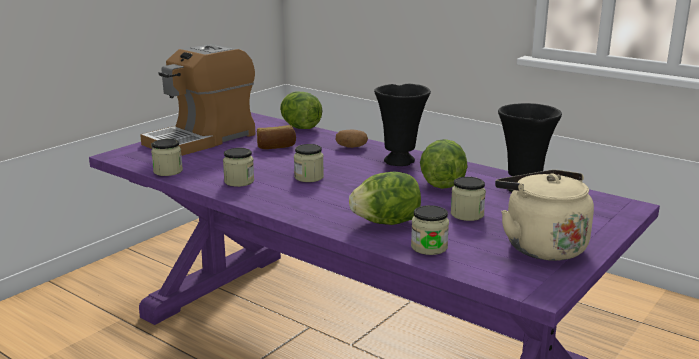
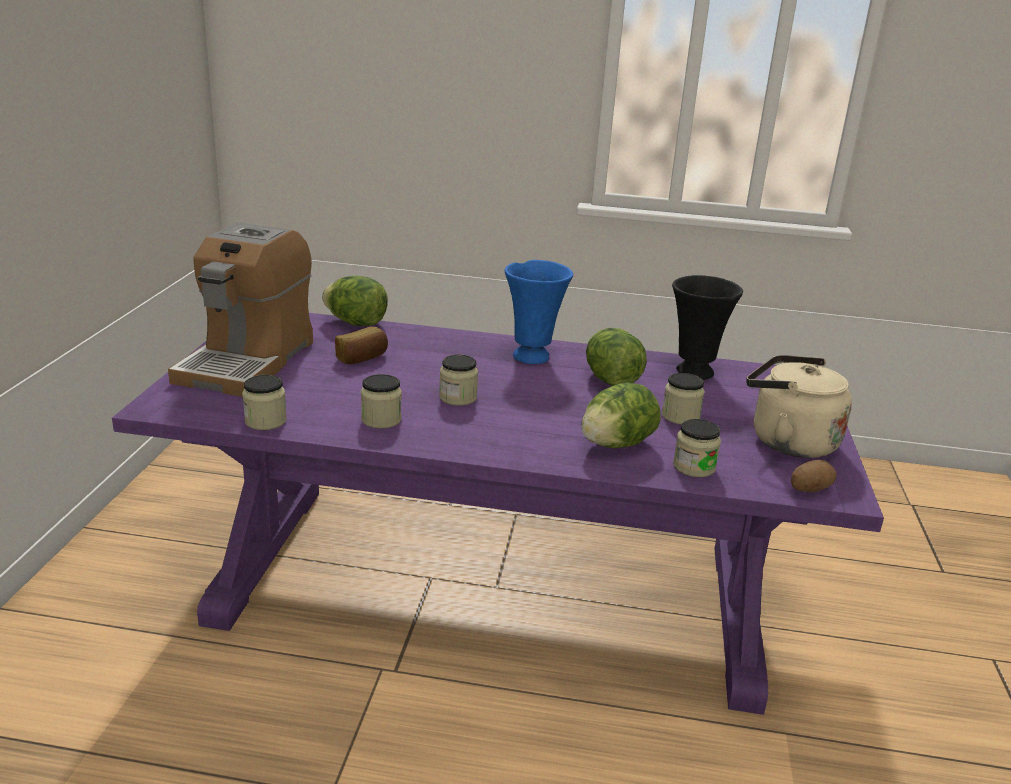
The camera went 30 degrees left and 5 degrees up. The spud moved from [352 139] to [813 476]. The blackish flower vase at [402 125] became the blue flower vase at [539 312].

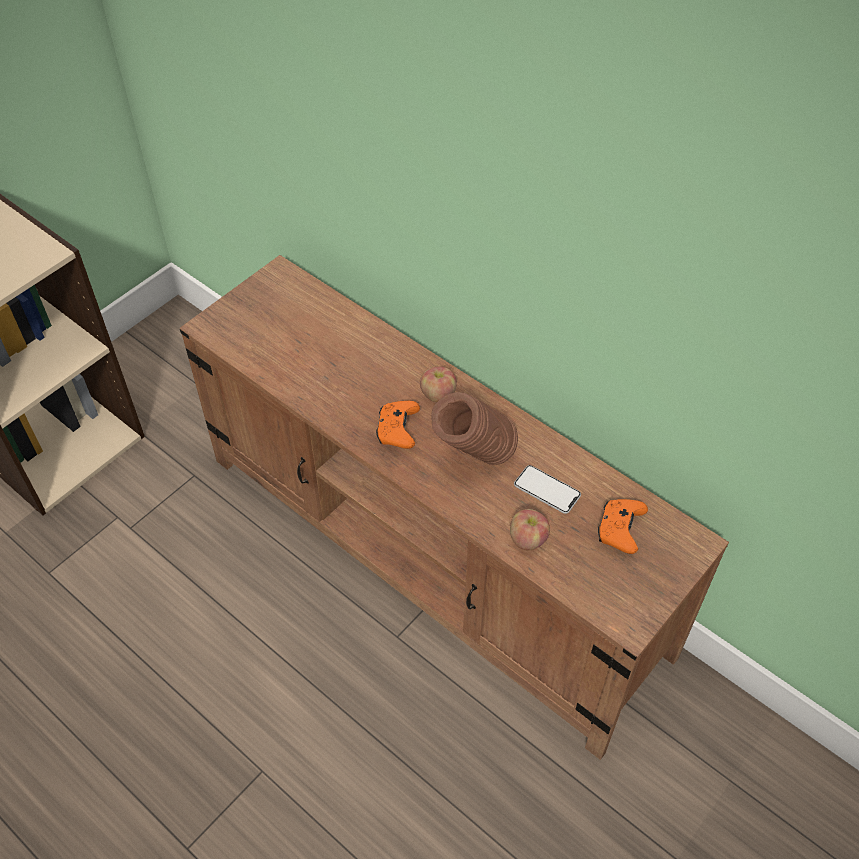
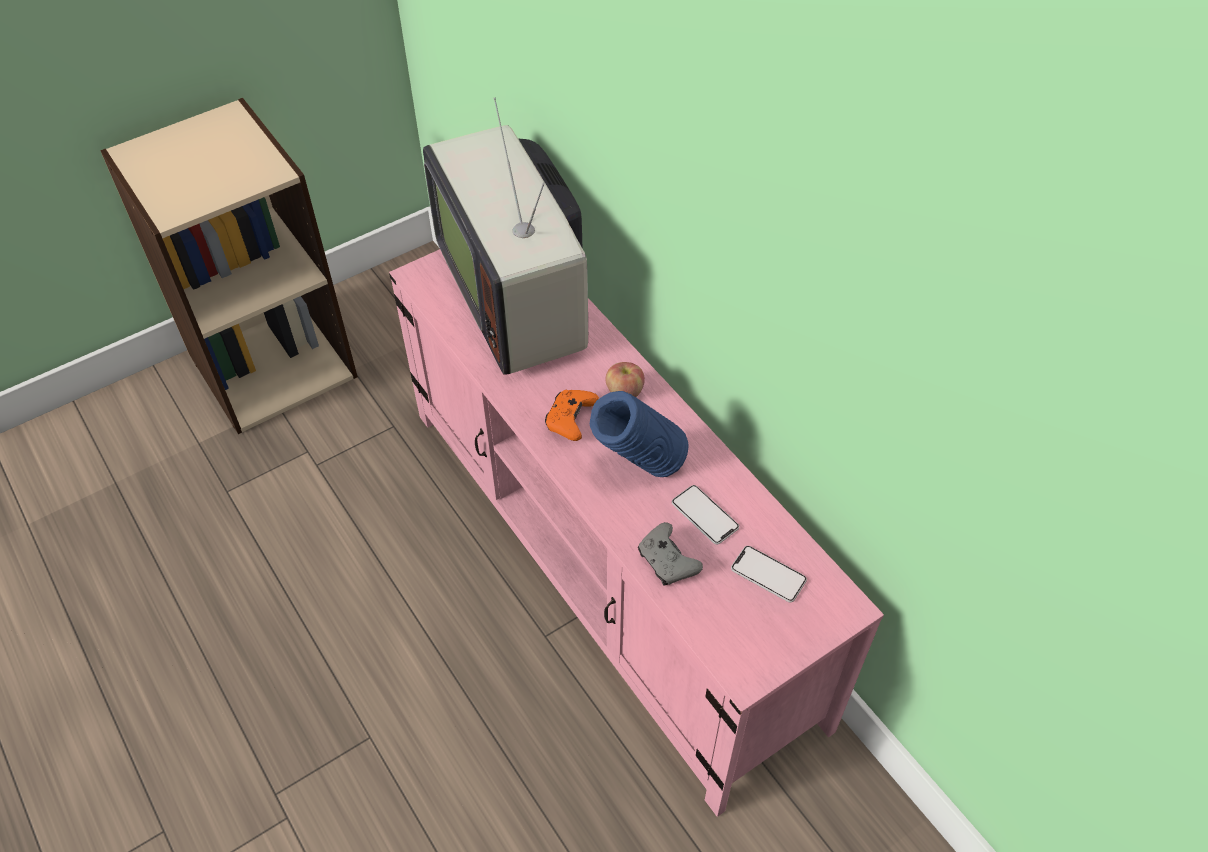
The camera went 15 degrees right and 0 degrees up. The brownish tv stand at [454 507] became the pinkish tv stand at [636 533]. The brownish flower vase at [474 428] became the blue flower vase at [639 434]. The apple fruit at [530 529] was replaced by the grey game controller at [670 554]. The orange-coloured game controller at [623 526] was replaced by the telephone at [769 574]. The TV set at [505 236] appeared.

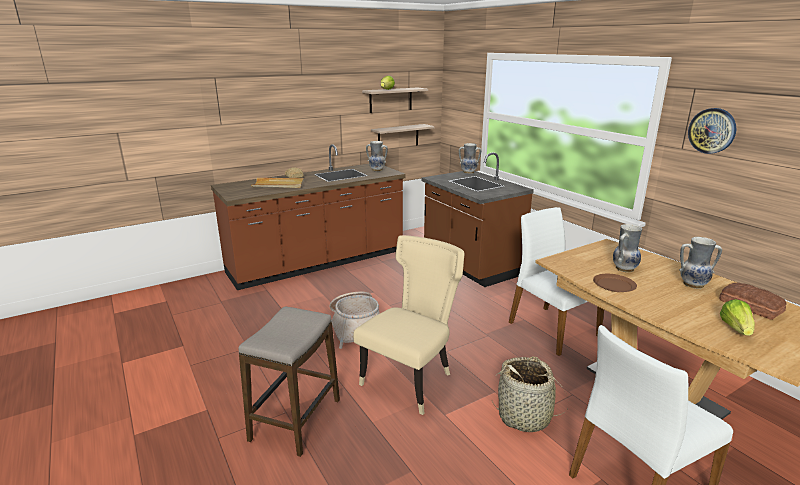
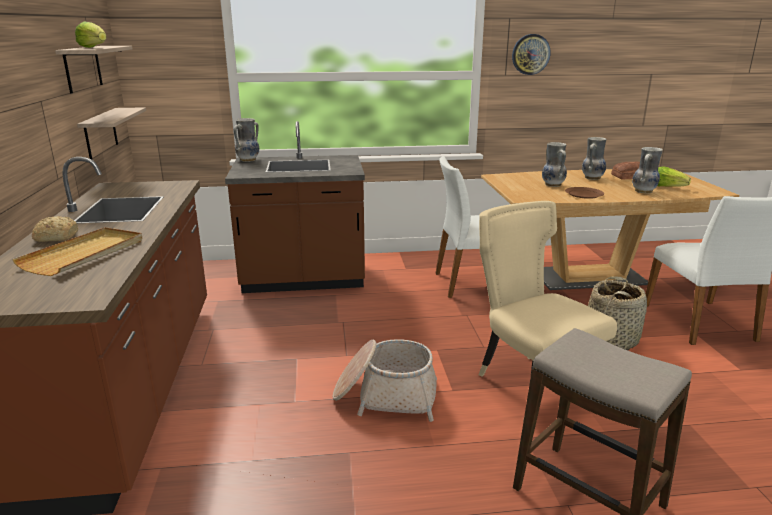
The camera went 65 degrees left and 0 degrees up. The flower vase moved from [377 156] to [647 170].

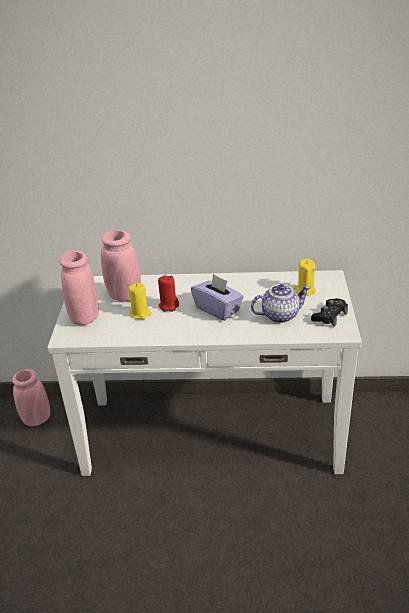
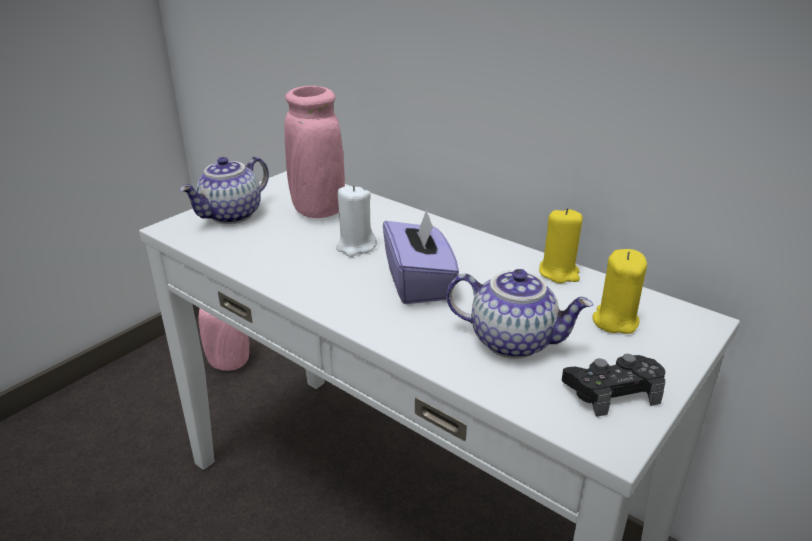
The camera went 35 degrees right and 5 degrees down. The pinkish flower vase at [79 287] was replaced by the pot for tea at [224 190]. The yellow-coloured candle moved from [140 301] to [561 245]. The reddish candle at [168 293] became the whitish candle at [356 221].

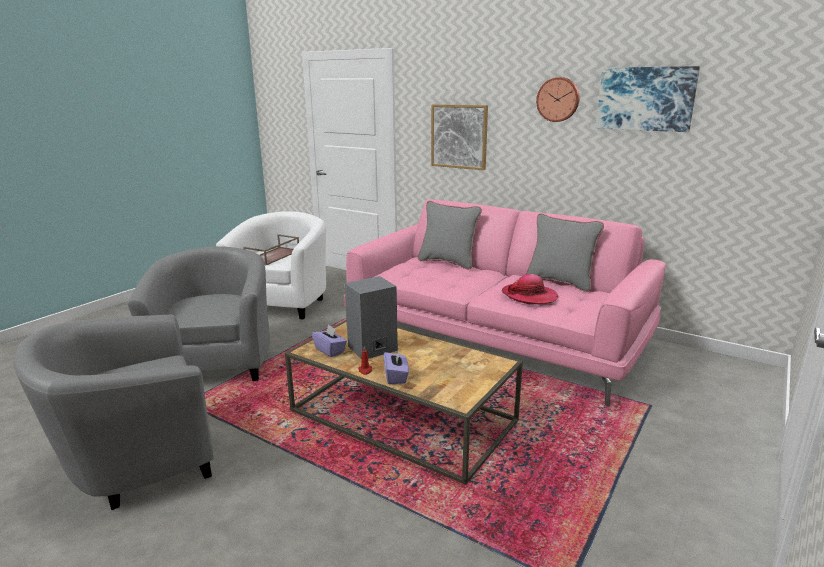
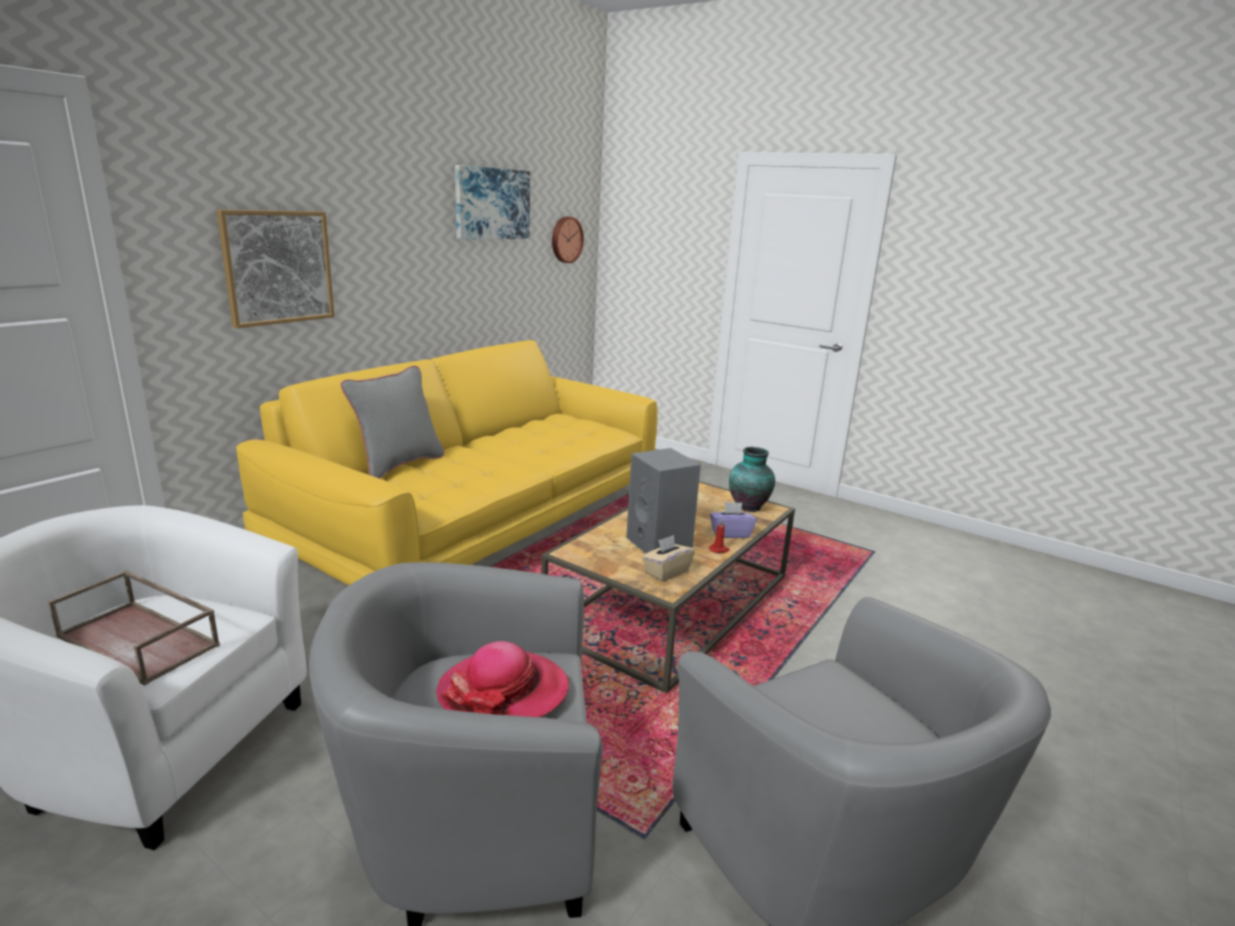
The camera went 90 degrees left and 0 degrees up. The purplish tissue holder at [329 341] became the sand-coloured tissue holder at [668 558]. The pinkish settee at [505 303] became the yellow-coloured settee at [447 463]. The hat moved from [530 289] to [502 679]. The grey throw pillow at [565 253] disappeared. The clock on the wall moved from [557 99] to [568 239]. The flower vase at [752 479] appeared.

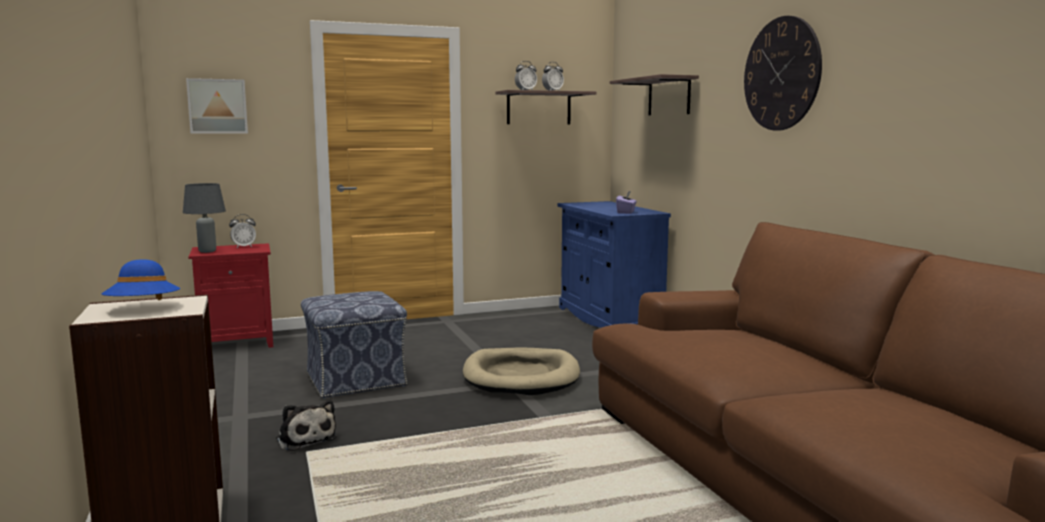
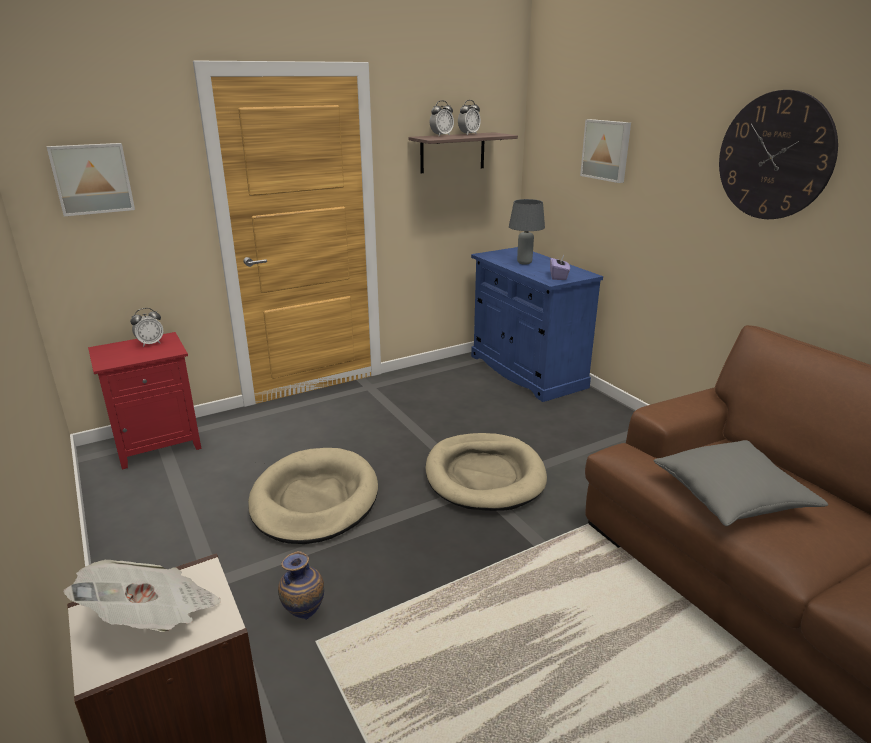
The camera went 10 degrees left and 15 degrees up. The blue hat at [141 279] was replaced by the daily paper at [142 596]. The grey tabletop lamp moved from [204 218] to [527 232]. The soft toy at [306 425] was replaced by the flower vase at [301 585]. The pouffe at [354 345] was replaced by the sand-coloured pet bed at [313 496]. The shelf at [654 94] was replaced by the picture at [605 151]. The grey throw pillow at [741 483] appeared.

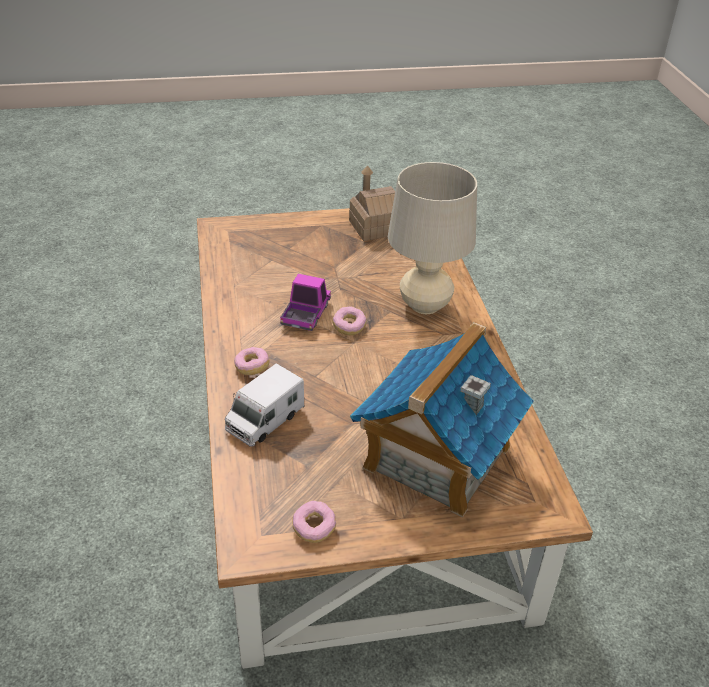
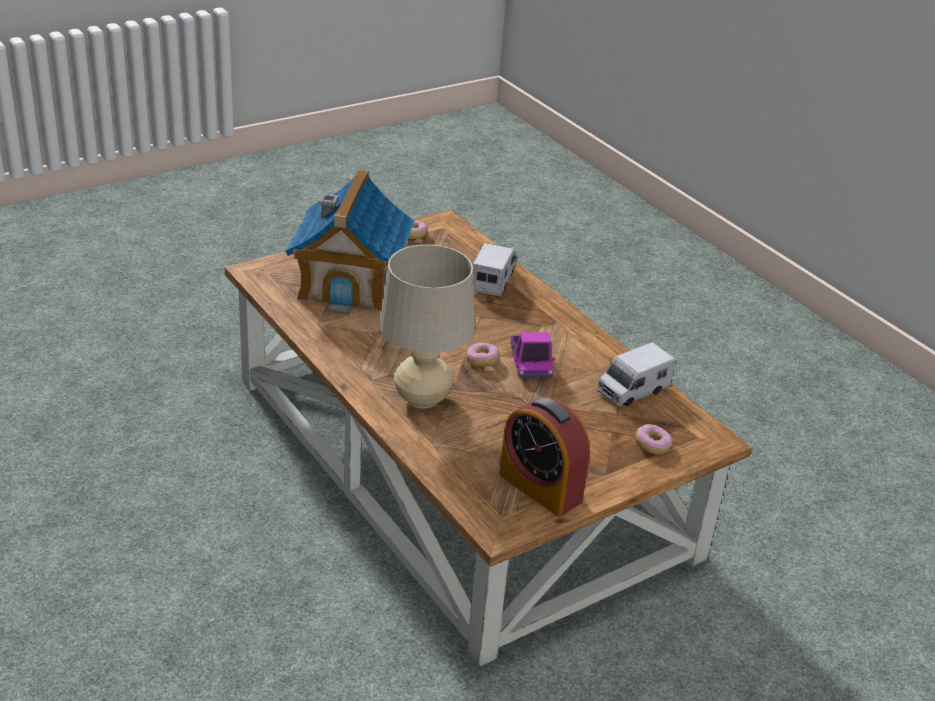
The camera went 155 degrees right and 5 degrees down. The donut moved from [251 361] to [654 439]. The miniature house at [372 203] was replaced by the bedside clock at [544 457]. The toy lorry at [636 374] appeared.

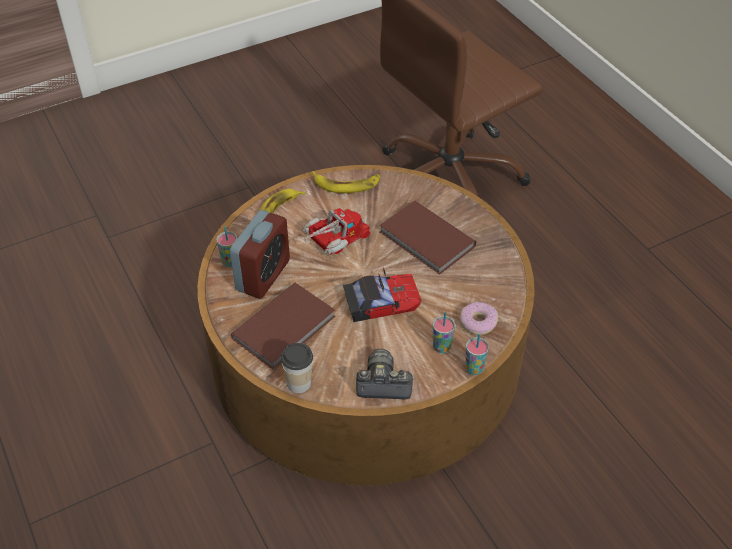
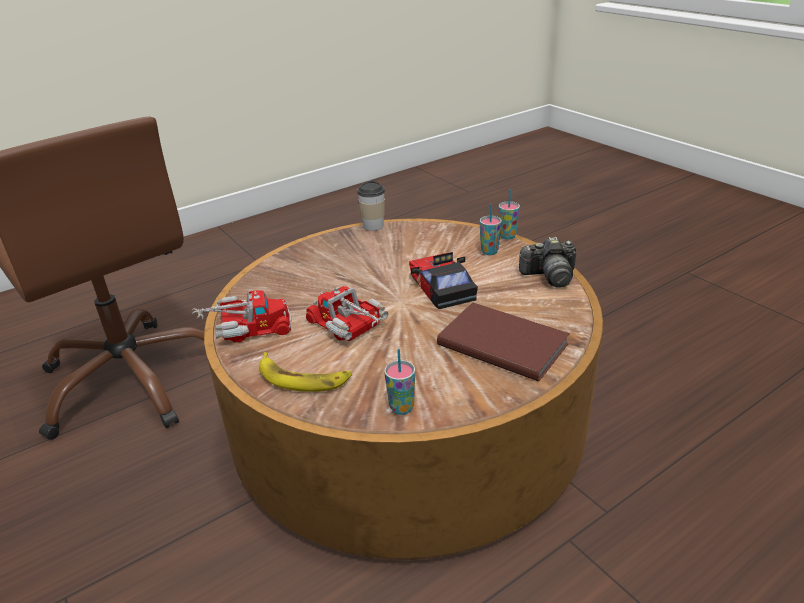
The camera went 95 degrees left and 15 degrees down. The bedside clock at [260 254] disappeared. The cup moved from [297 368] to [371 206]. The banana fruit at [346 182] was replaced by the toy lorry at [241 316]. The still camera at [385 374] turned 90 degrees counterclockwise. The brownish bound book at [427 238] disappeared. The donut at [479 318] disappeared.

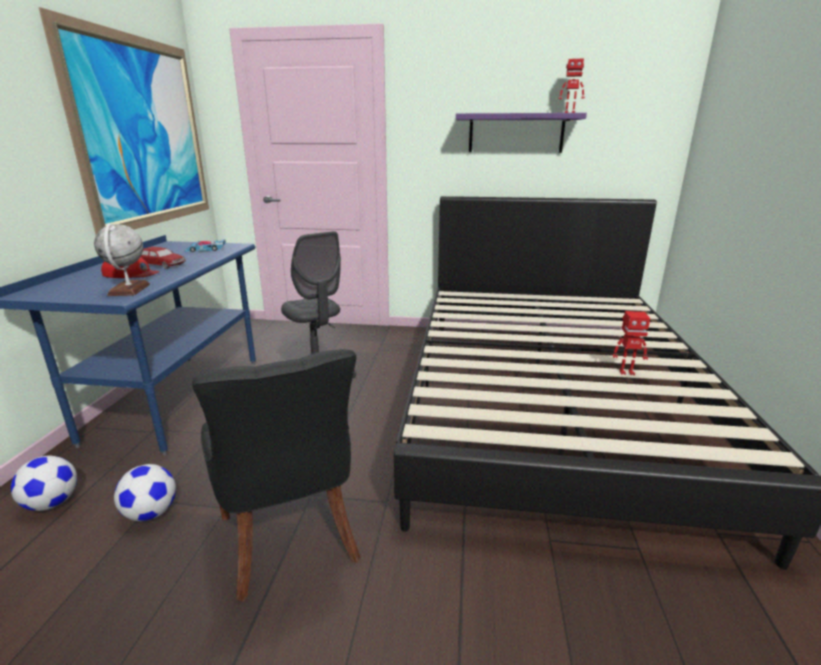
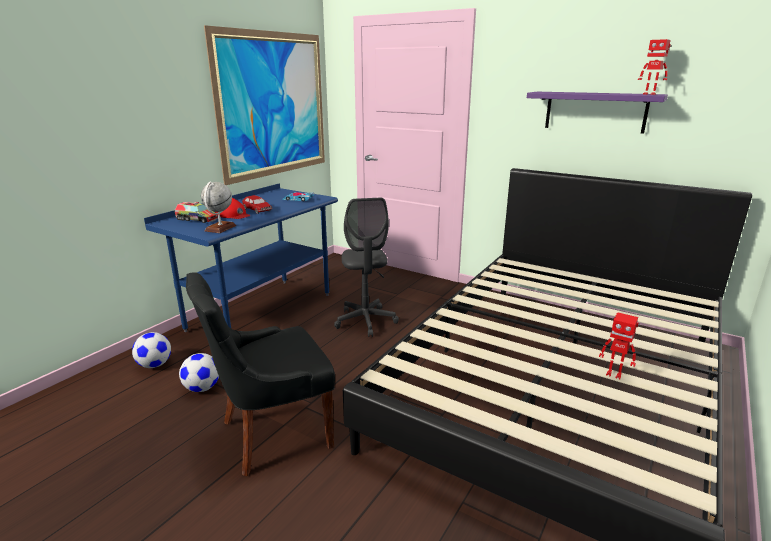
The camera went 25 degrees right and 0 degrees up. The blackish plain chair at [276 475] turned 60 degrees clockwise. The toy lorry at [196 212] appeared.

